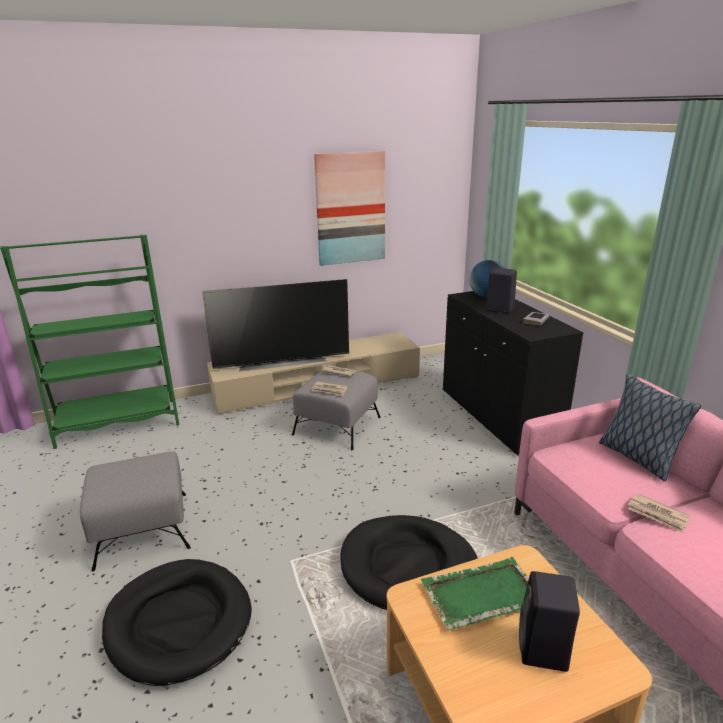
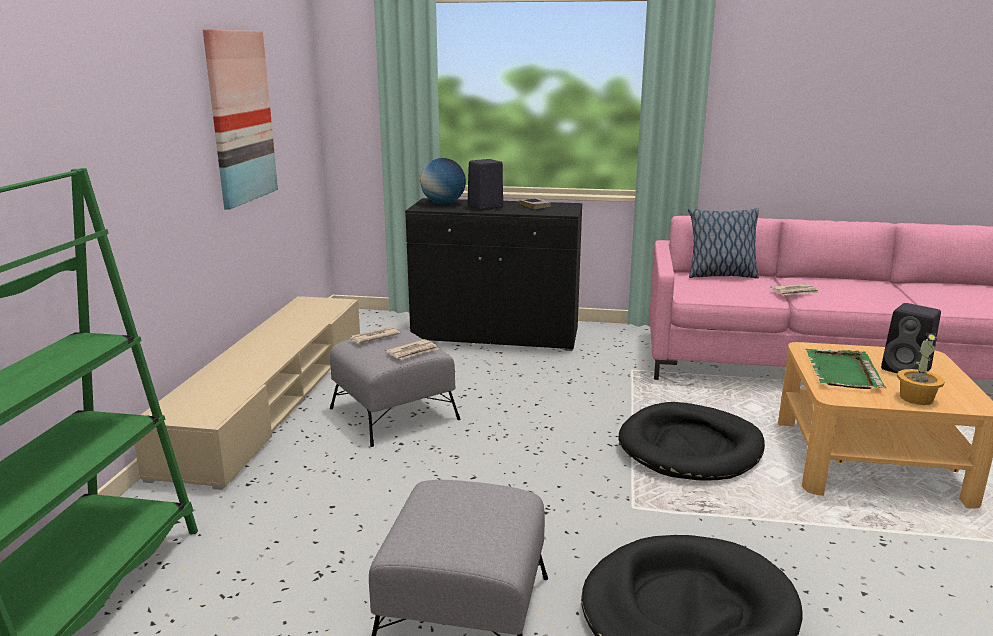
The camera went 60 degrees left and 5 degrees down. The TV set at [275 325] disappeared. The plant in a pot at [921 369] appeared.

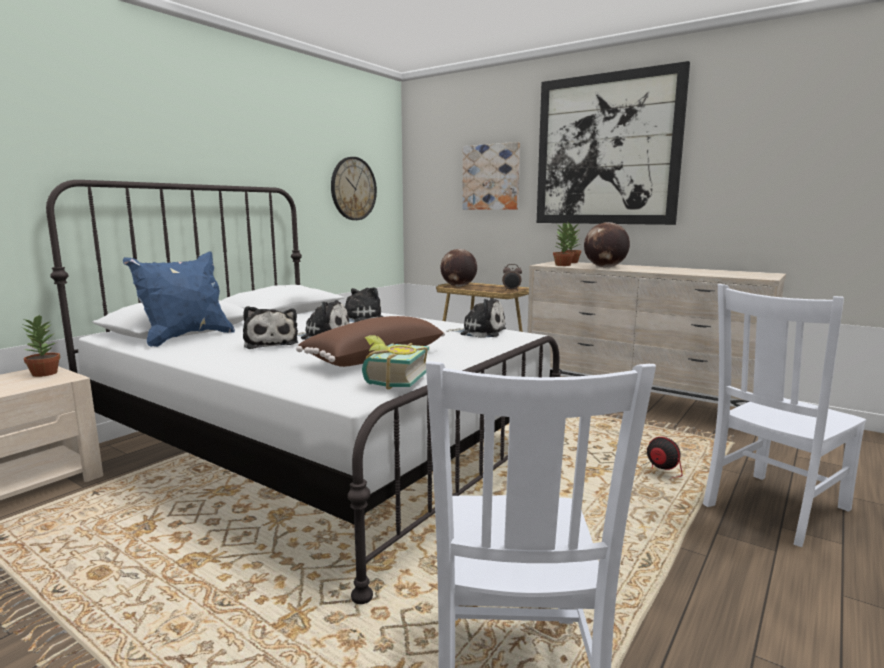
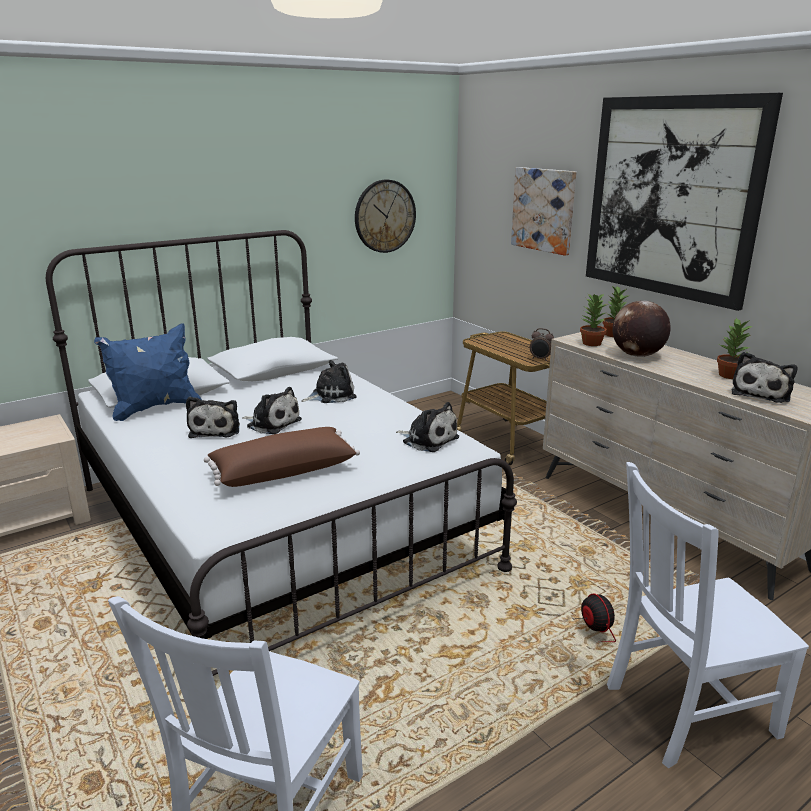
The camera went 20 degrees right and 10 degrees up. The plant in a pot moved from [41 346] to [735 348]. The bound book at [395 362] disappeared. The desk globe at [459 268] disappeared. The soft toy at [764 377] appeared.

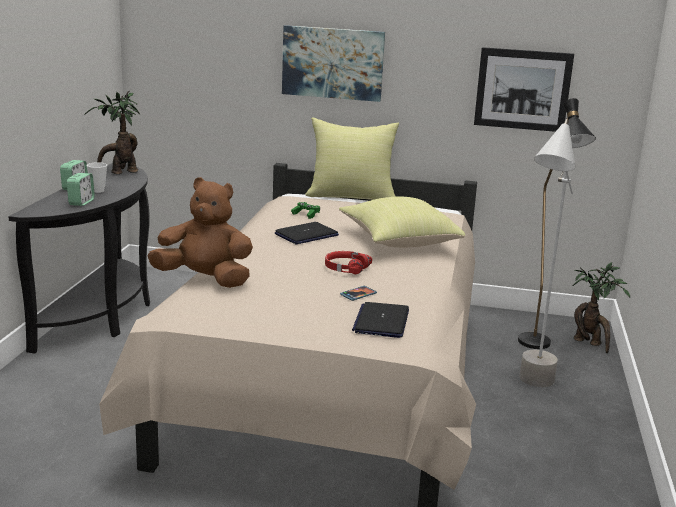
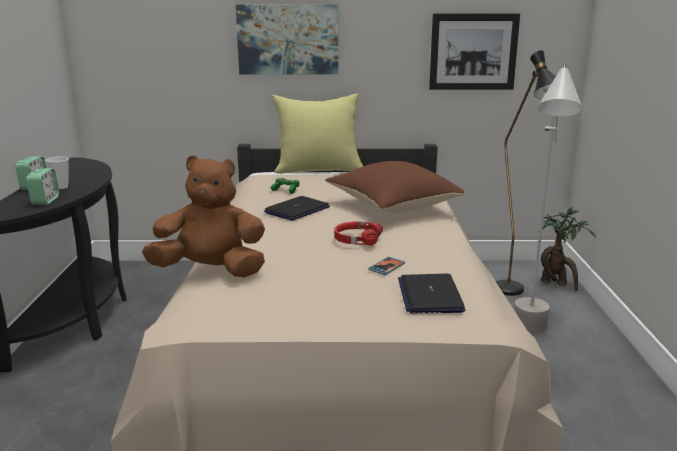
The camera went 10 degrees left and 0 degrees up. The plant in a pot at [112 132] disappeared. The yellow-coloured throw pillow at [402 222] became the brownish throw pillow at [395 187].

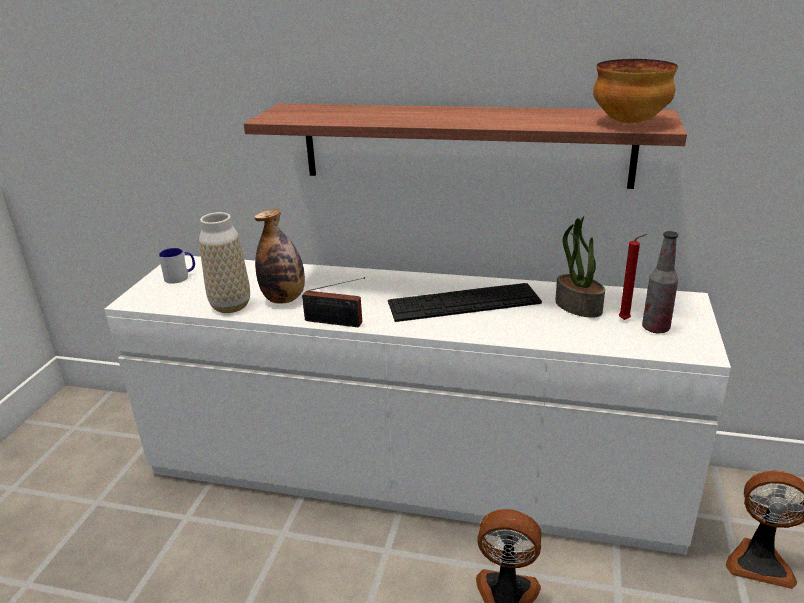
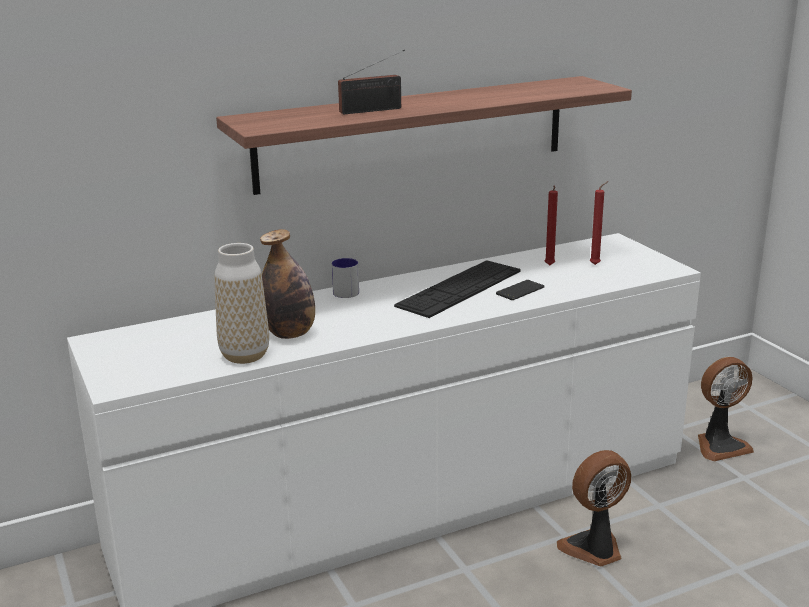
The camera went 40 degrees left and 5 degrees down. The mug moved from [177 266] to [345 278]. The radio receiver moved from [333 302] to [371 81]. The plant in a pot at [580 267] was replaced by the reddish candle at [551 226]. The serving bowl at [635 91] disappeared. The bottle at [660 282] disappeared. The telephone at [520 290] appeared.

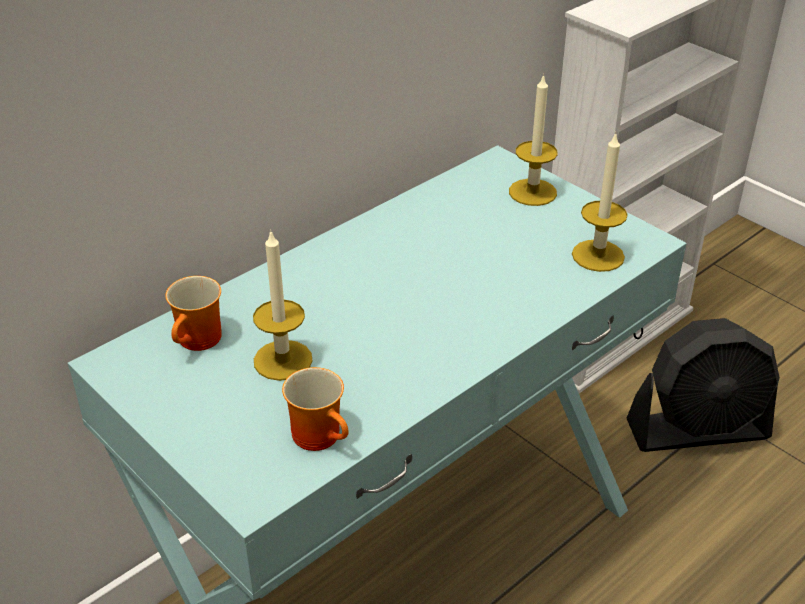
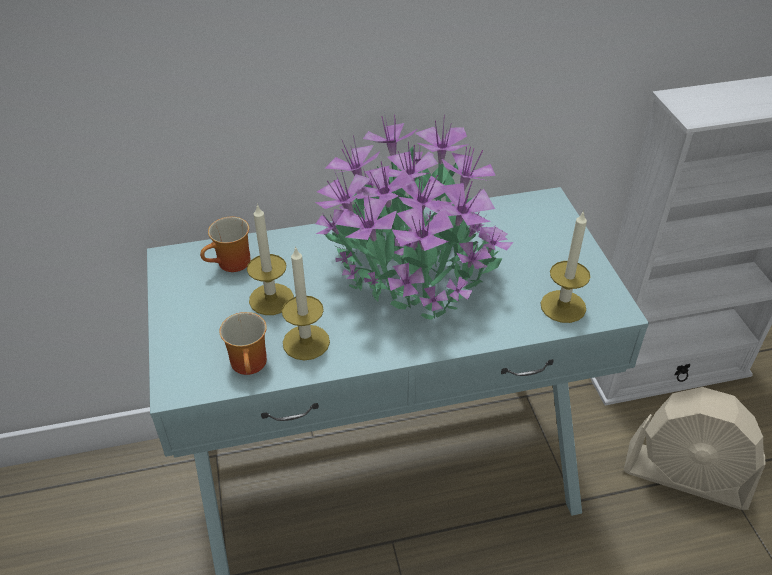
The camera went 30 degrees right and 5 degrees up. The candle moved from [533 140] to [306 303]. The blackish fan at [703 385] became the sand-coloured fan at [694 448]. The plant in a pot at [414 216] appeared.

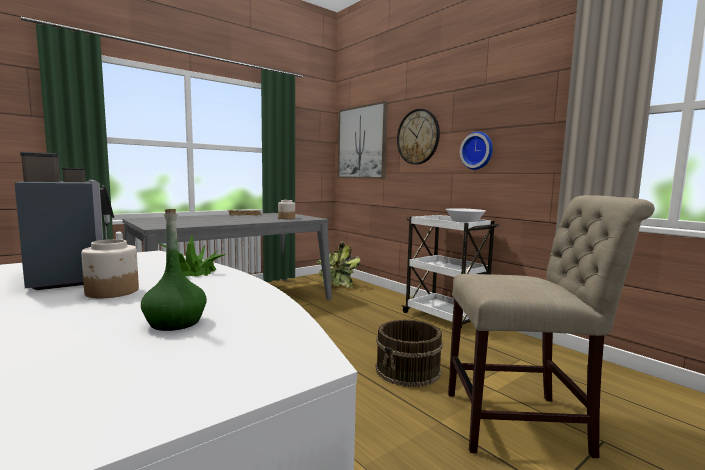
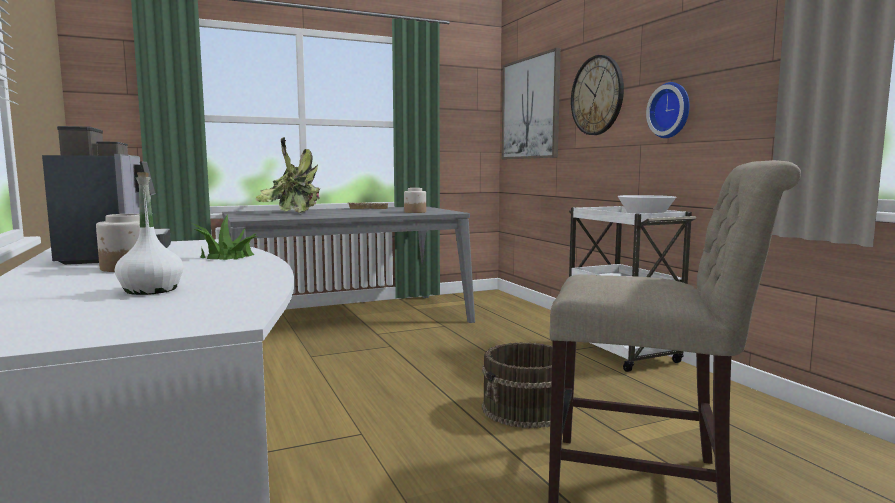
The camera went 15 degrees right and 0 degrees up. The greenish bottle at [174 270] became the whitish bottle at [149 233]. The plant in a pot moved from [338 265] to [288 175].

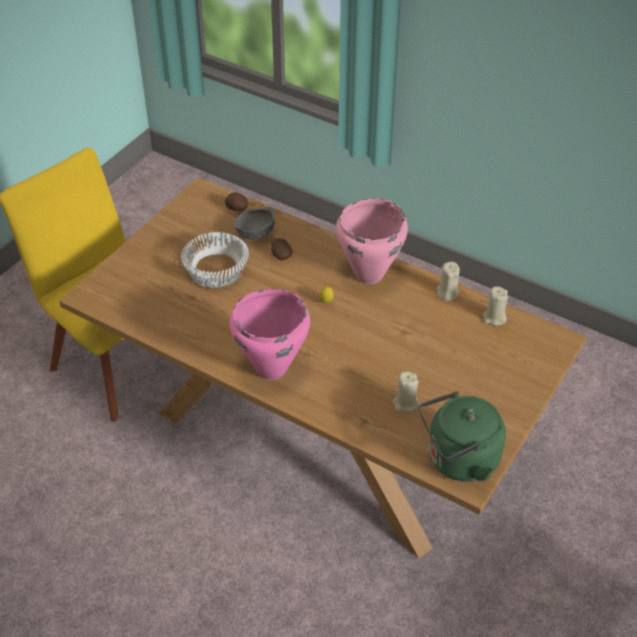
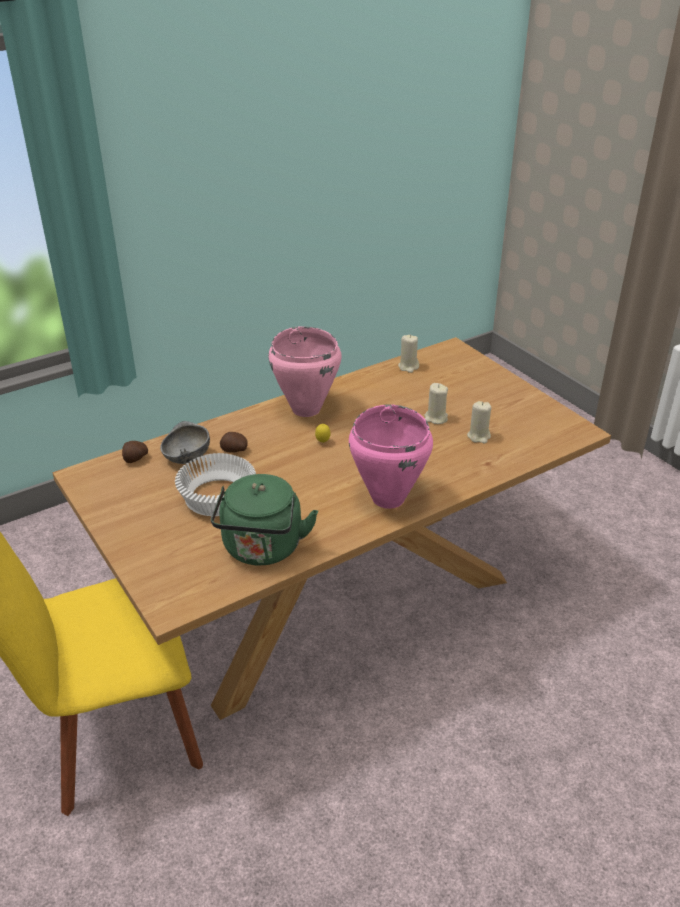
The camera went 65 degrees left and 10 degrees down. The greenish kettle moved from [462 436] to [264 519]. The sand-coloured candle moved from [448 281] to [436 403].

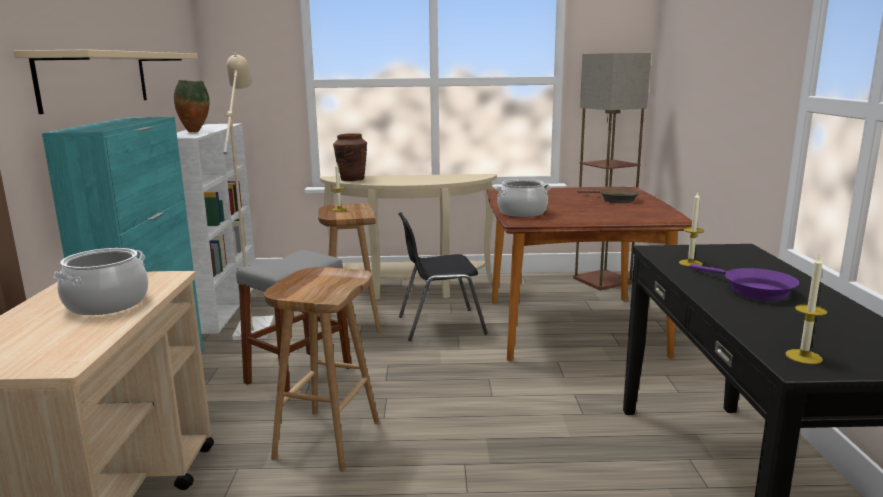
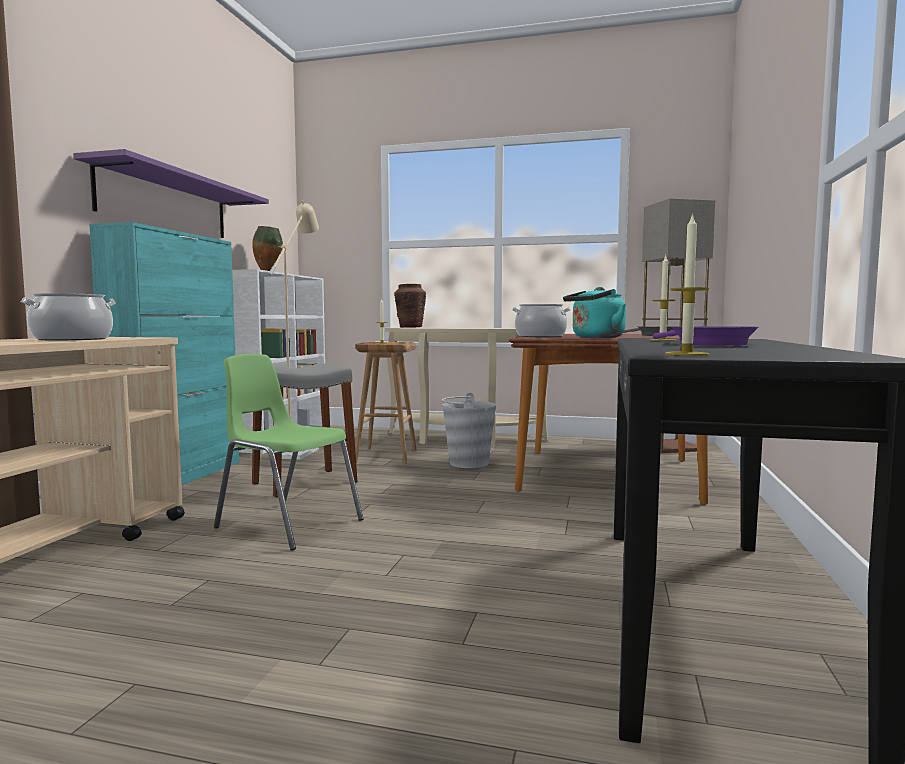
The camera went 15 degrees right and 10 degrees down. The sand-coloured shelf at [106 81] became the purplish shelf at [171 193]. The brownish sitting stool at [321 369] was replaced by the greenish plain chair at [288 452]. The blackish plain chair at [443 276] was replaced by the grey water bucket at [469 430]. The turquoise kettle at [594 312] appeared.

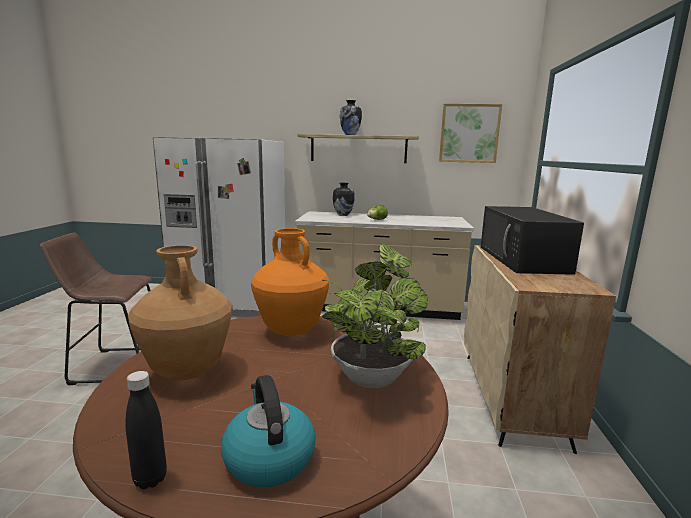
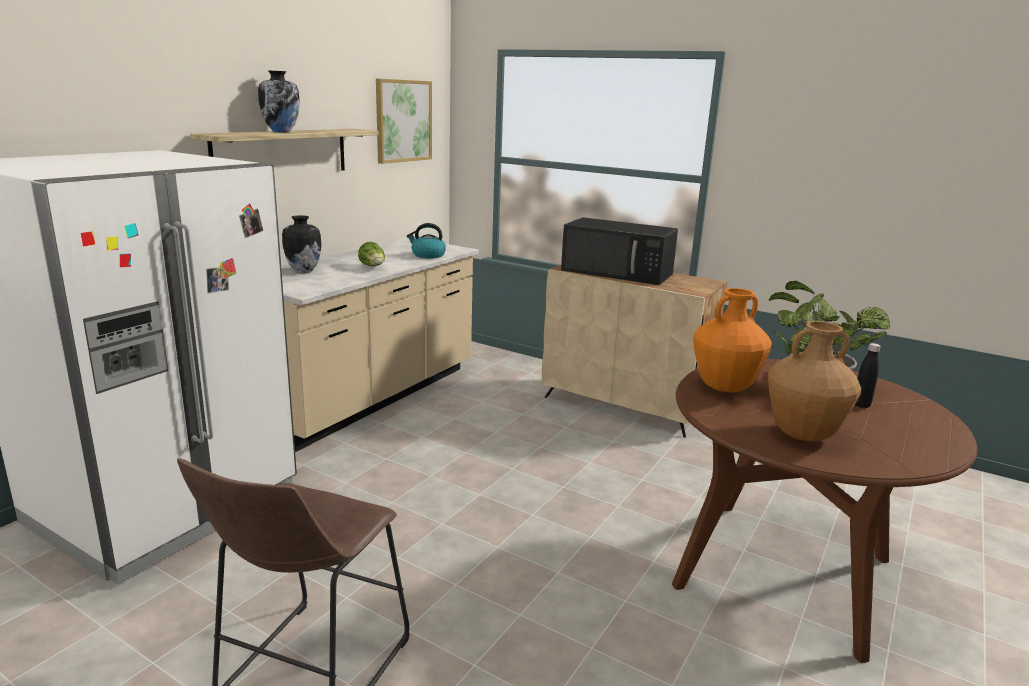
The camera went 65 degrees left and 5 degrees up. The blackish bottle moved from [146 430] to [868 375]. The kettle moved from [268 431] to [426 241].

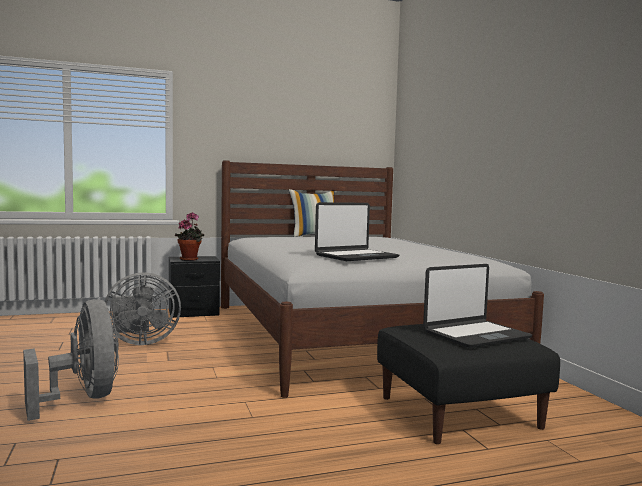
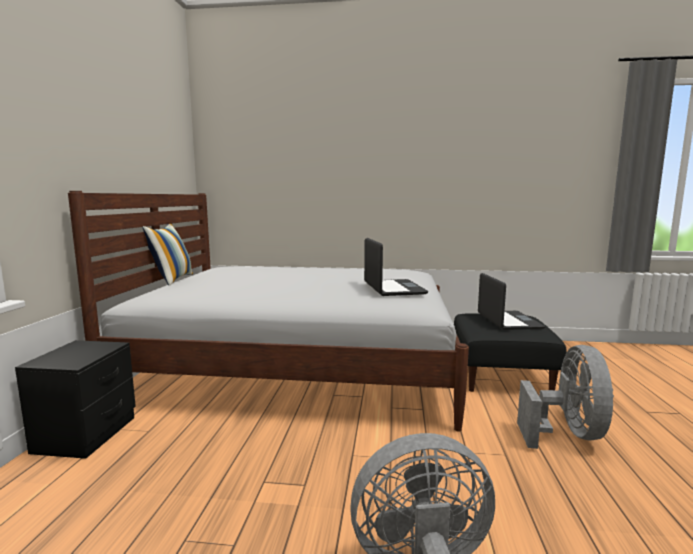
The camera went 65 degrees left and 5 degrees up. The grey fan moved from [143 308] to [565 397]. The plant in a pot at [189 236] disappeared.

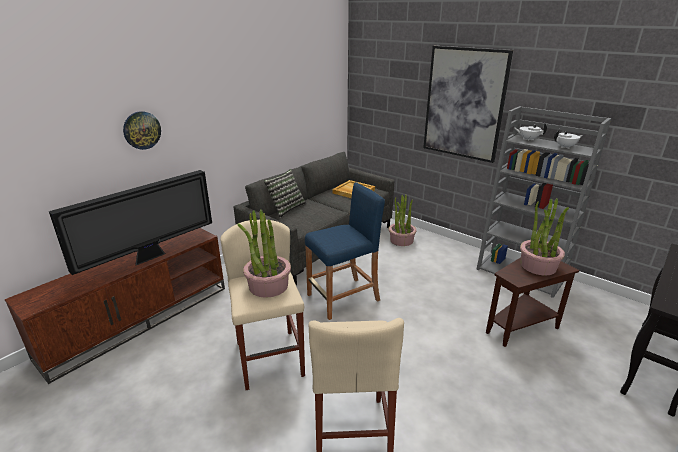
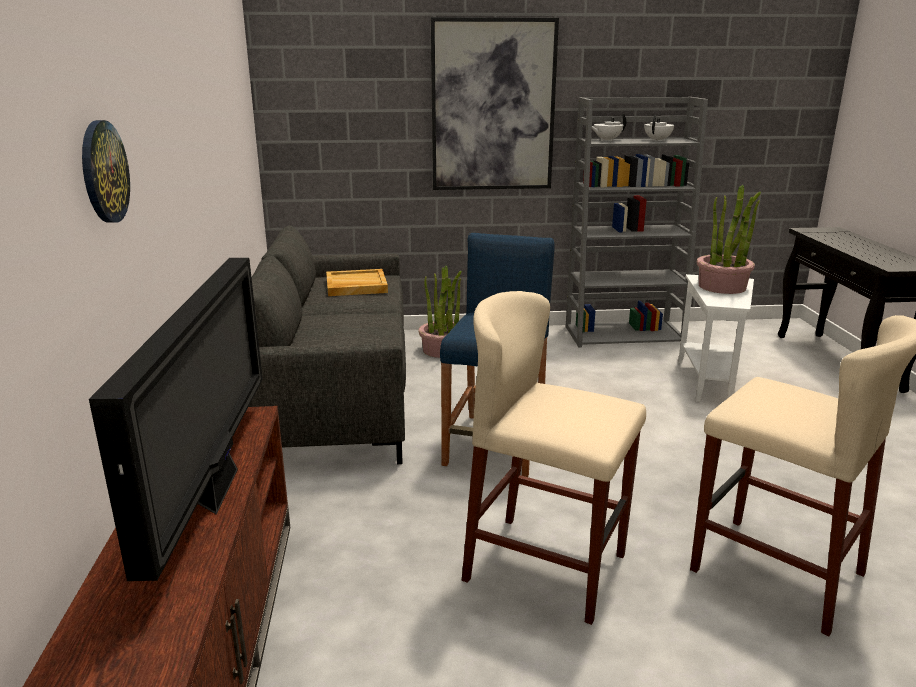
The camera went 45 degrees left and 5 degrees down. The plant in a pot at [264 253] disappeared. The throw pillow at [285 193] disappeared. The brownish end table at [532 302] became the whitish end table at [716 338].

